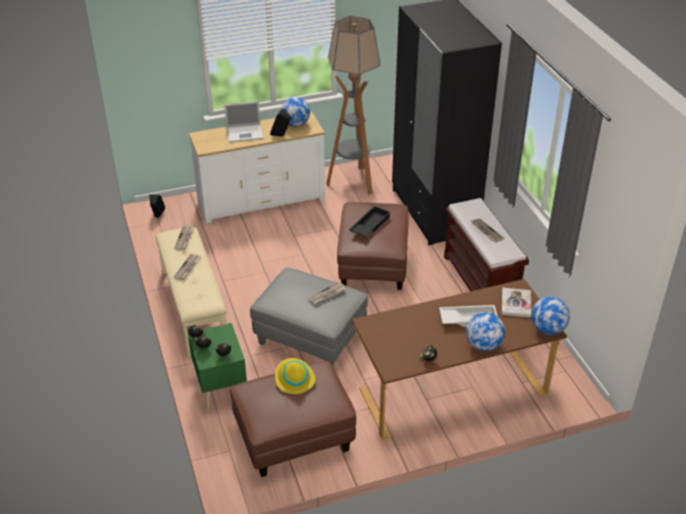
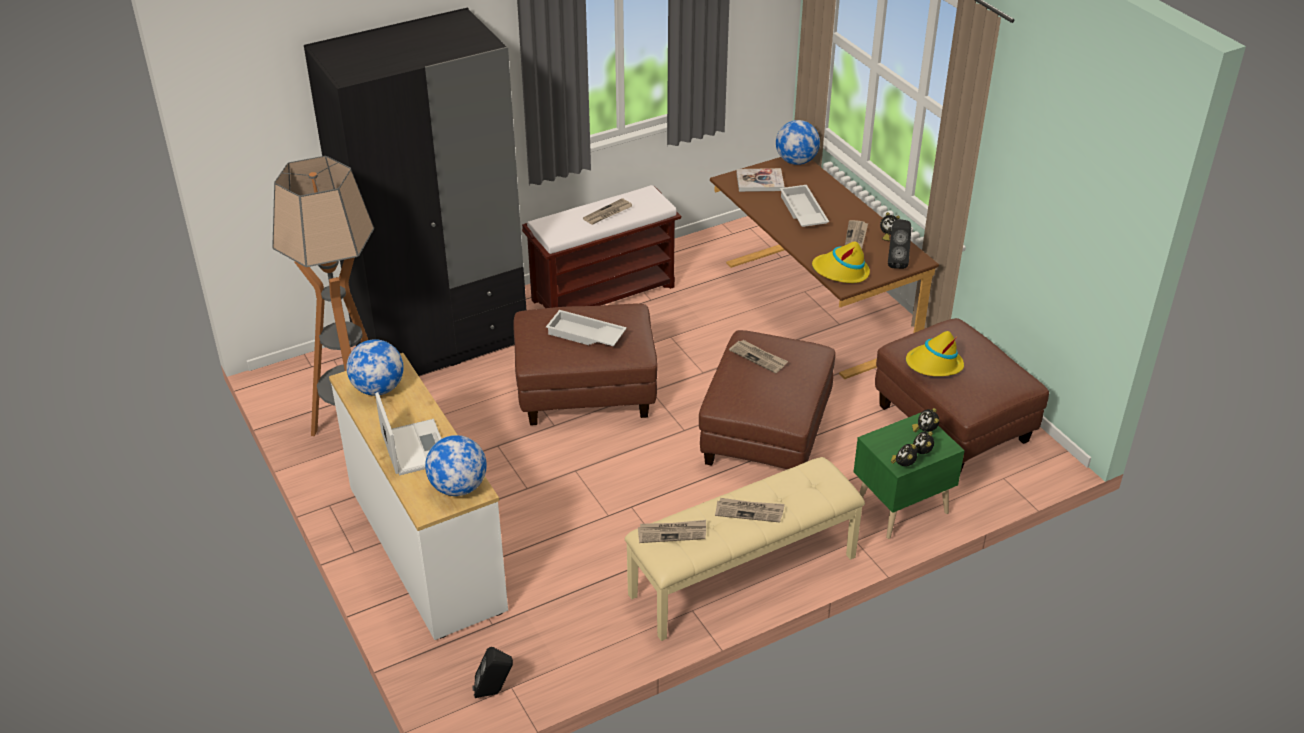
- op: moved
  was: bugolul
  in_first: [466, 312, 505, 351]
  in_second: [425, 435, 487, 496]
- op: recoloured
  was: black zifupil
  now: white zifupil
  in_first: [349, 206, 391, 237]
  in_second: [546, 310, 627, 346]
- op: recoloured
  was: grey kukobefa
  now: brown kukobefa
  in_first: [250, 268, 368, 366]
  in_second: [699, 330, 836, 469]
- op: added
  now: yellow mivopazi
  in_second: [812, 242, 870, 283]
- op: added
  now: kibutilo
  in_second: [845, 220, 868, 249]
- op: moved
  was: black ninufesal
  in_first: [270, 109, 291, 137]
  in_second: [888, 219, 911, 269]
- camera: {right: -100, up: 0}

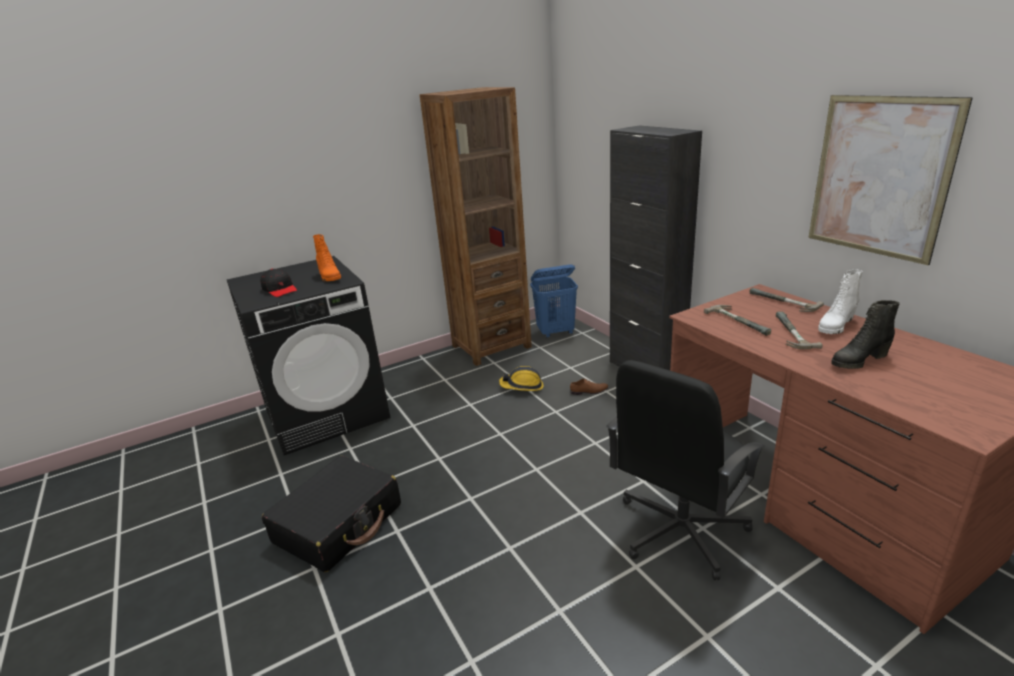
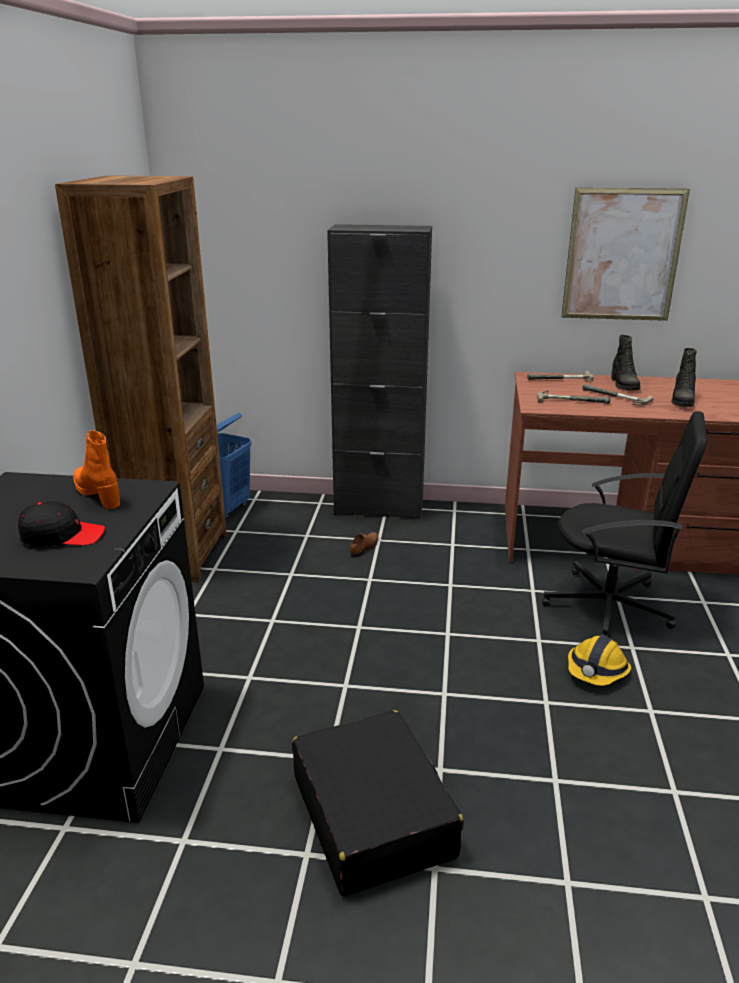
- op: turned
  was: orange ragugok
  in_first: [313, 234, 341, 281]
  in_second: [73, 430, 120, 509]
  clockwise: -135
- op: turned
  was: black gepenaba
  in_first: [607, 360, 765, 580]
  in_second: [542, 411, 707, 637]
  clockwise: -60
- op: moved
  was: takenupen
  in_first: [499, 366, 544, 391]
  in_second: [568, 636, 631, 686]
- op: recoloured
  was: white ragugok
  now: black ragugok
  in_first: [818, 270, 863, 334]
  in_second: [611, 335, 640, 390]
- camera: {right: -55, up: 0}

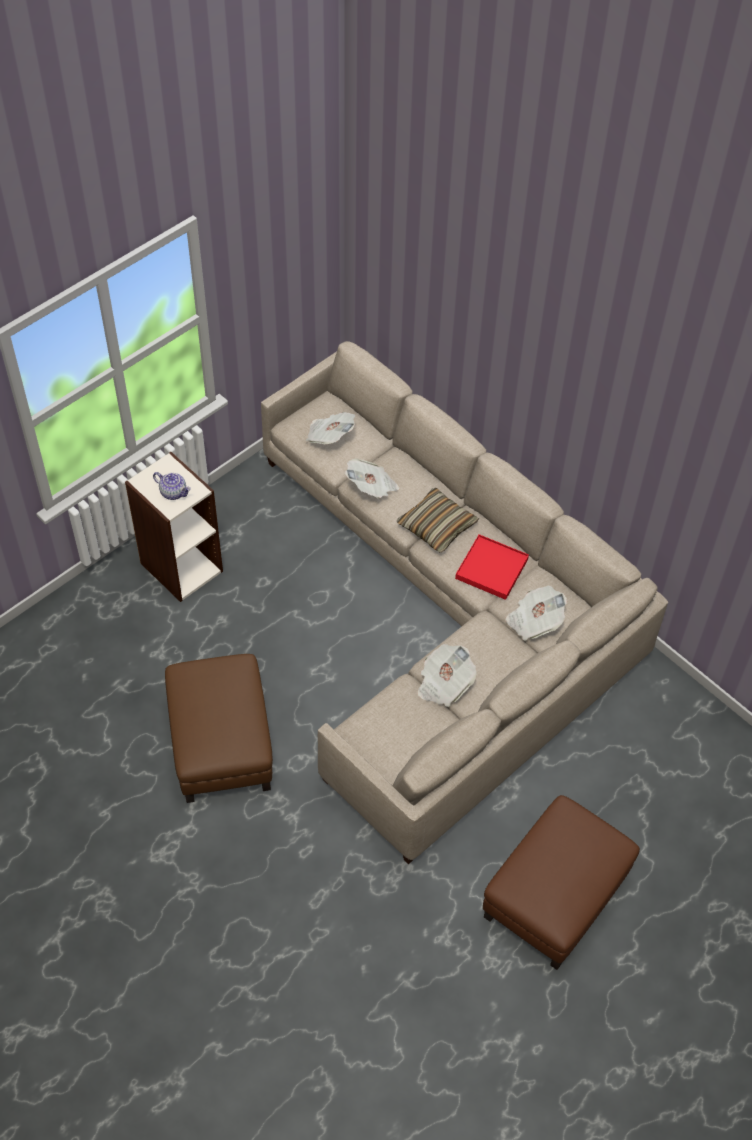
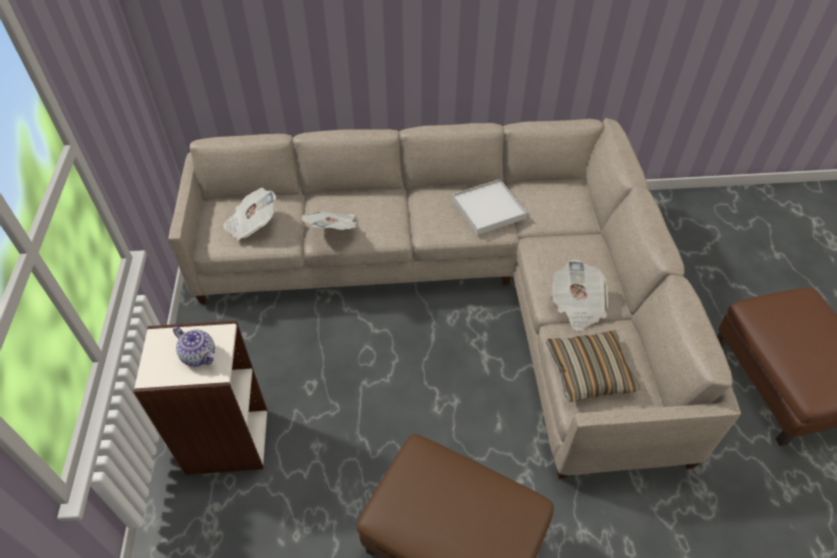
- op: turned
  was: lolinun
  in_first: [153, 472, 191, 500]
  in_second: [173, 327, 215, 367]
  clockwise: 60
- op: recoloured
  was: red zifupil
  now: white zifupil
  in_first: [455, 534, 529, 600]
  in_second: [452, 179, 527, 235]
- op: moved
  was: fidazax
  in_first: [397, 488, 479, 553]
  in_second: [546, 330, 640, 402]
- op: removed
  was: kibutilo
  in_first: [506, 586, 568, 641]
- camera: {right: -50, up: -5}

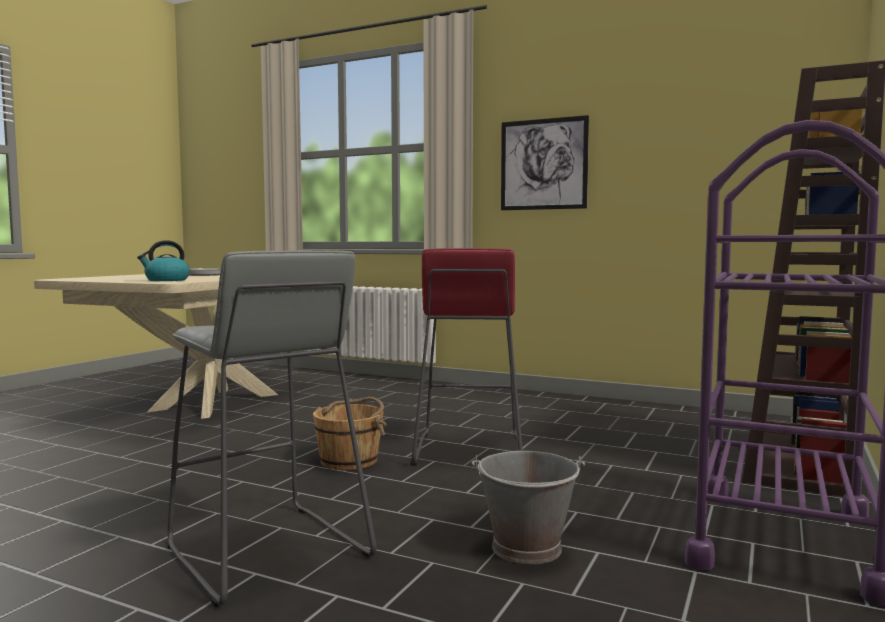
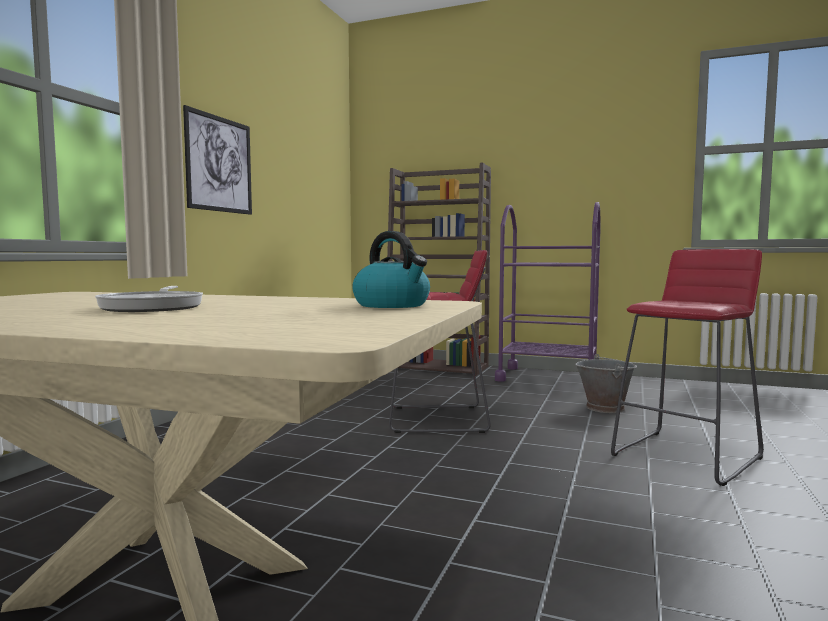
- op: recoloured
  was: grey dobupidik
  now: red dobupidik
  in_first: [167, 250, 376, 607]
  in_second: [611, 249, 763, 486]
- op: removed
  was: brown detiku
  in_first: [313, 397, 387, 470]
- camera: {right: -95, up: 0}

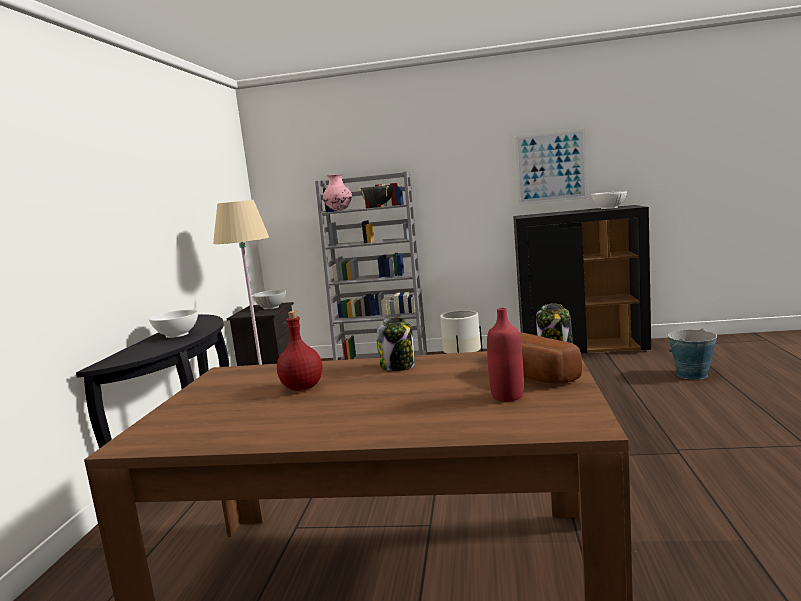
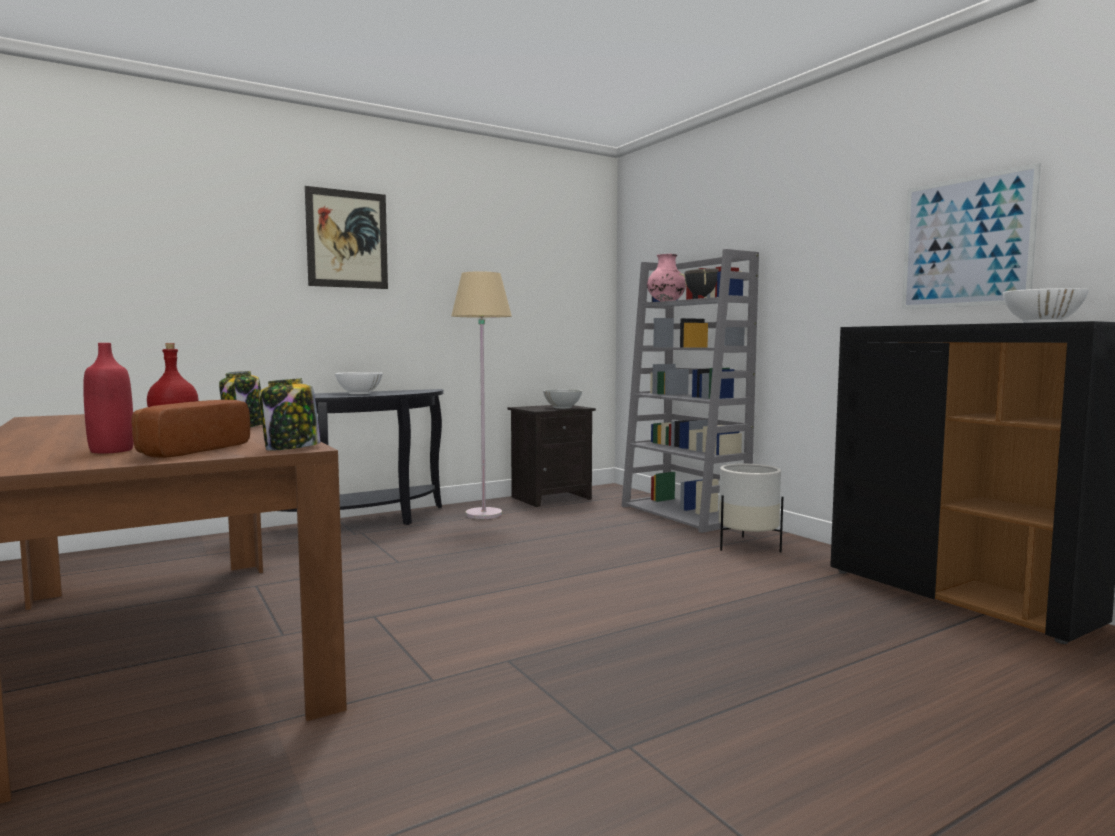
- op: added
  now: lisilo
  in_second: [305, 186, 388, 289]
- op: removed
  was: detiku
  in_first: [668, 329, 717, 380]
- camera: {right: 50, up: -5}

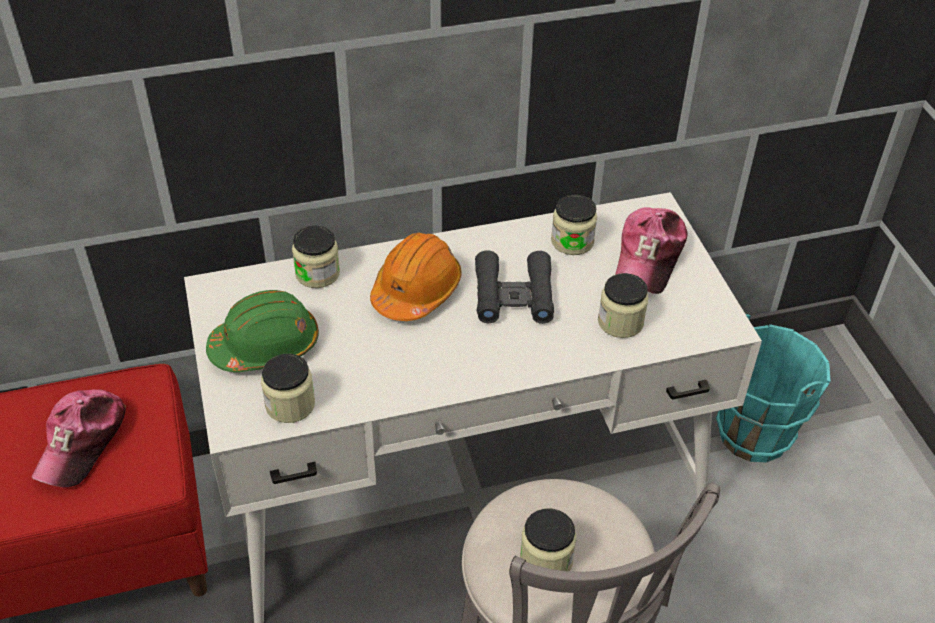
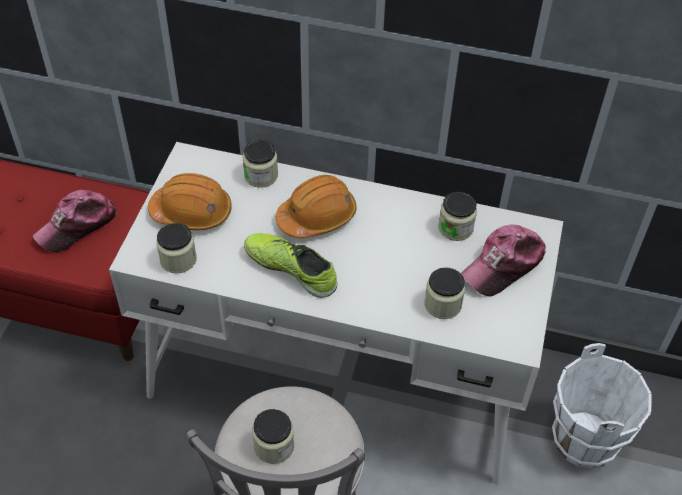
- op: recoloured
  was: green takenupen
  now: orange takenupen
  in_first: [206, 290, 319, 372]
  in_second: [148, 173, 232, 230]
- op: added
  now: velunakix
  in_second: [244, 233, 338, 298]
- op: recoloured
  was: turquoise detiku
  now: white detiku
  in_first: [716, 314, 830, 462]
  in_second: [552, 343, 652, 468]
- op: removed
  was: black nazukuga
  in_first: [475, 250, 554, 324]
- camera: {right: 30, up: 5}

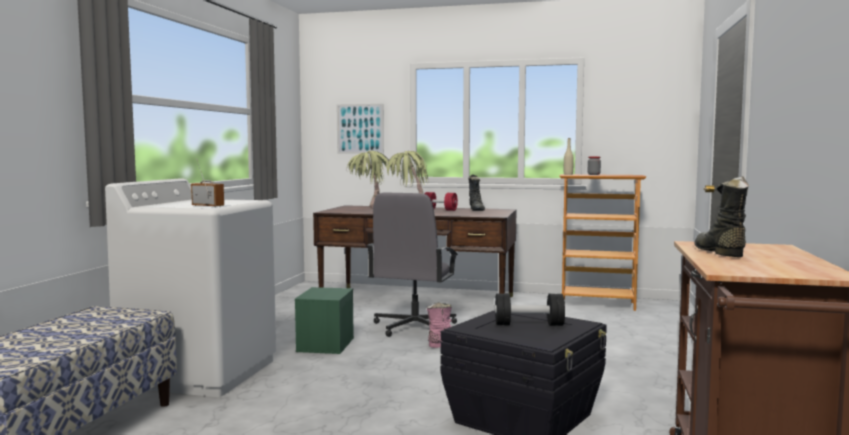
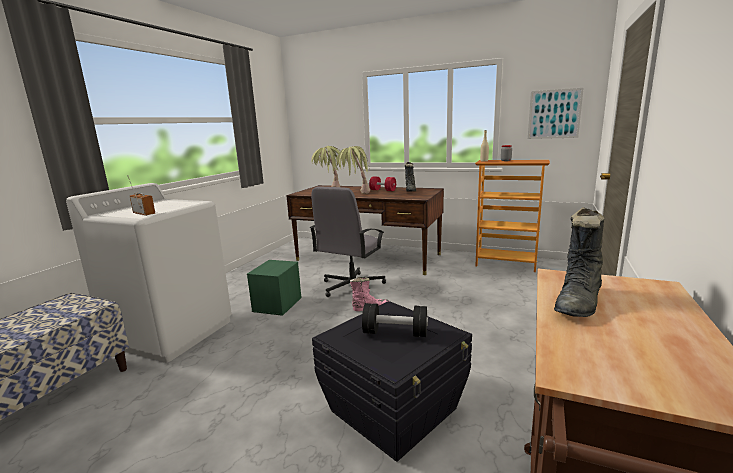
- op: moved
  was: lisilo
  in_first: [337, 104, 384, 154]
  in_second: [528, 88, 584, 139]
- op: turned
  was: black ragugok
  in_first: [694, 176, 749, 257]
  in_second: [554, 207, 604, 317]
  clockwise: -150
- camera: {right: 10, up: 10}

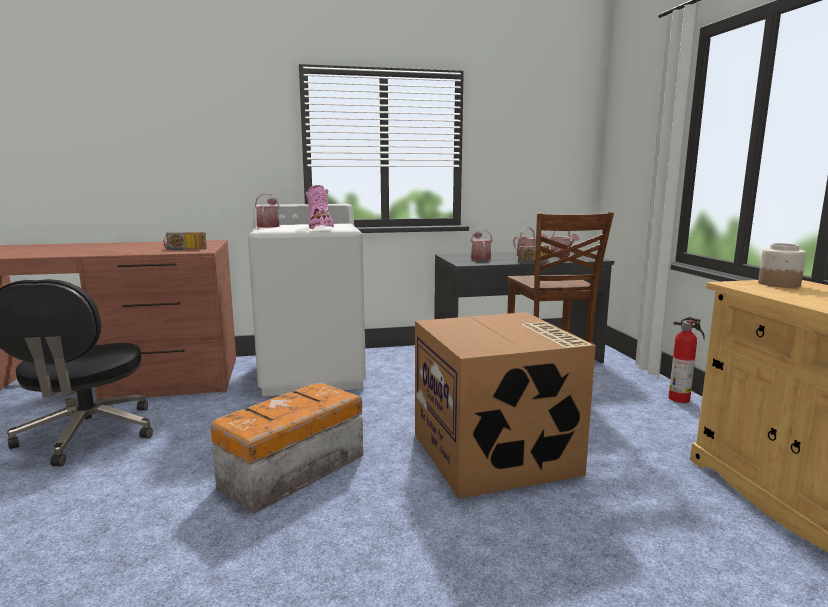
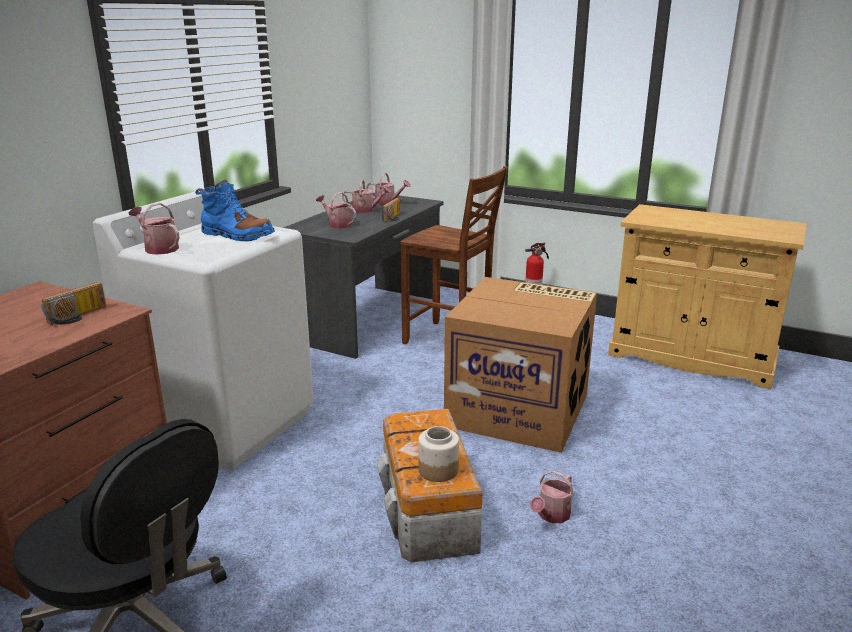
- op: recoloured
  was: pink ragugok
  now: blue ragugok
  in_first: [306, 185, 334, 229]
  in_second: [195, 180, 275, 242]
- op: moved
  was: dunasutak
  in_first: [758, 243, 806, 288]
  in_second: [418, 426, 459, 482]
- op: added
  now: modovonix
  in_second: [530, 470, 574, 523]
- camera: {right: -50, up: 10}

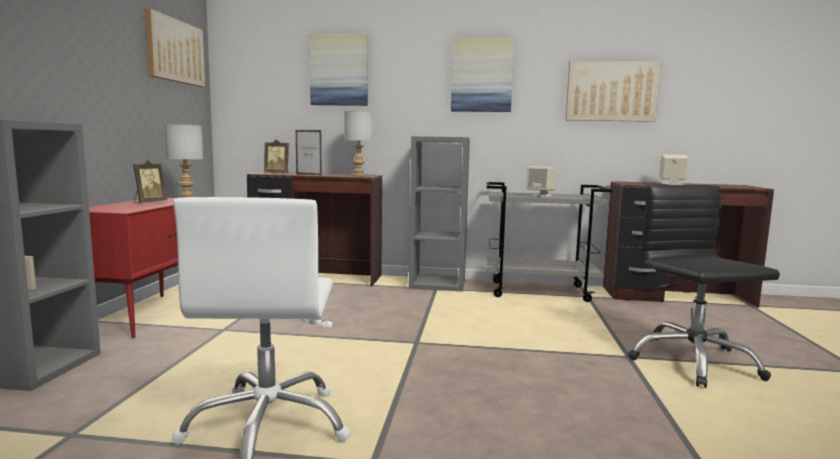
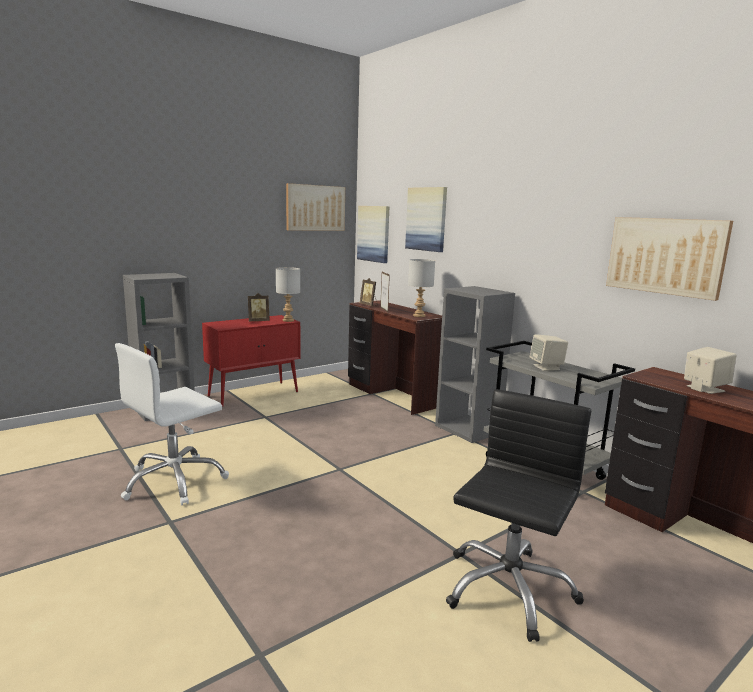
- op: moved
  was: lisilo
  in_first: [451, 38, 514, 112]
  in_second: [357, 206, 389, 263]
- camera: {right: 45, up: 5}

